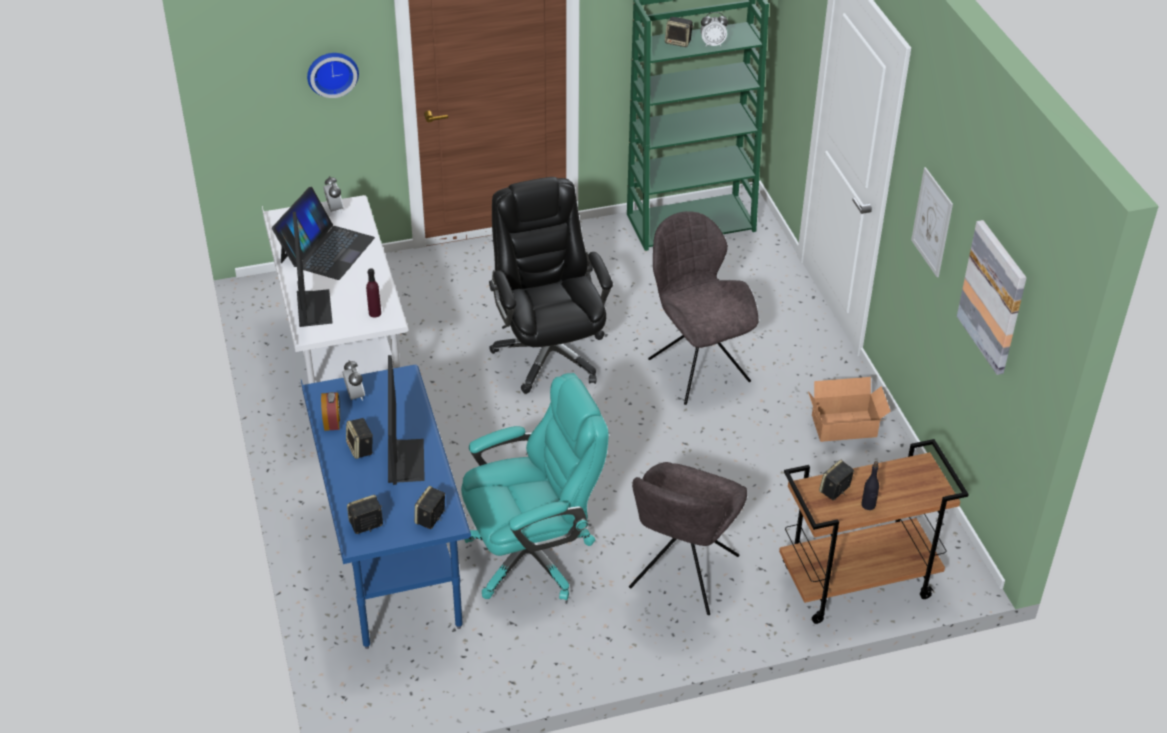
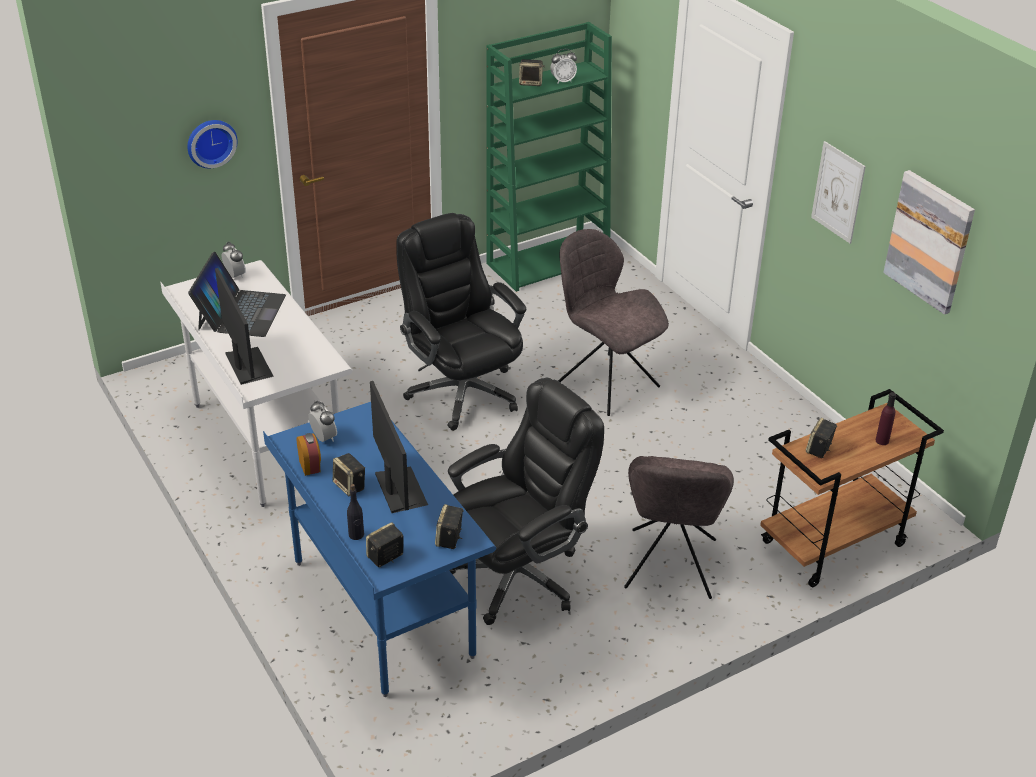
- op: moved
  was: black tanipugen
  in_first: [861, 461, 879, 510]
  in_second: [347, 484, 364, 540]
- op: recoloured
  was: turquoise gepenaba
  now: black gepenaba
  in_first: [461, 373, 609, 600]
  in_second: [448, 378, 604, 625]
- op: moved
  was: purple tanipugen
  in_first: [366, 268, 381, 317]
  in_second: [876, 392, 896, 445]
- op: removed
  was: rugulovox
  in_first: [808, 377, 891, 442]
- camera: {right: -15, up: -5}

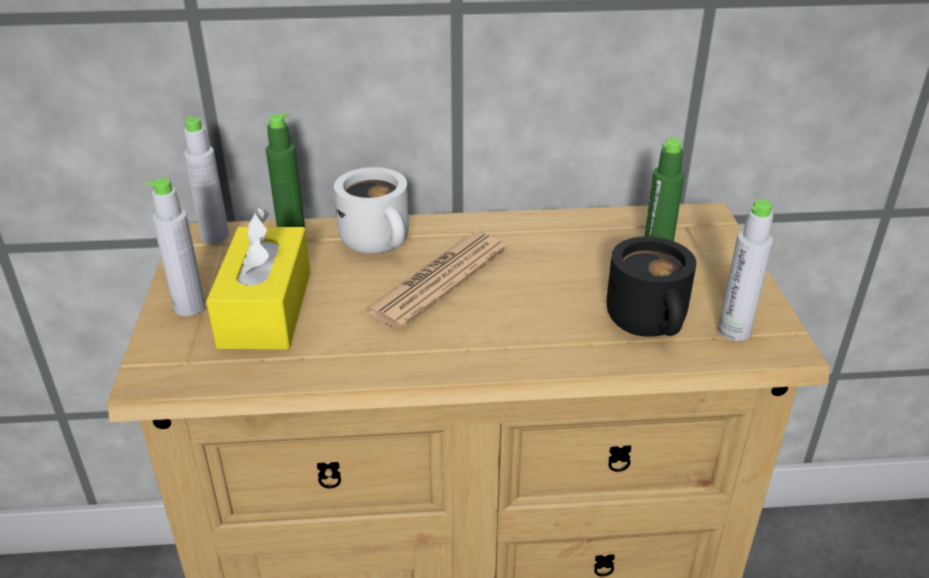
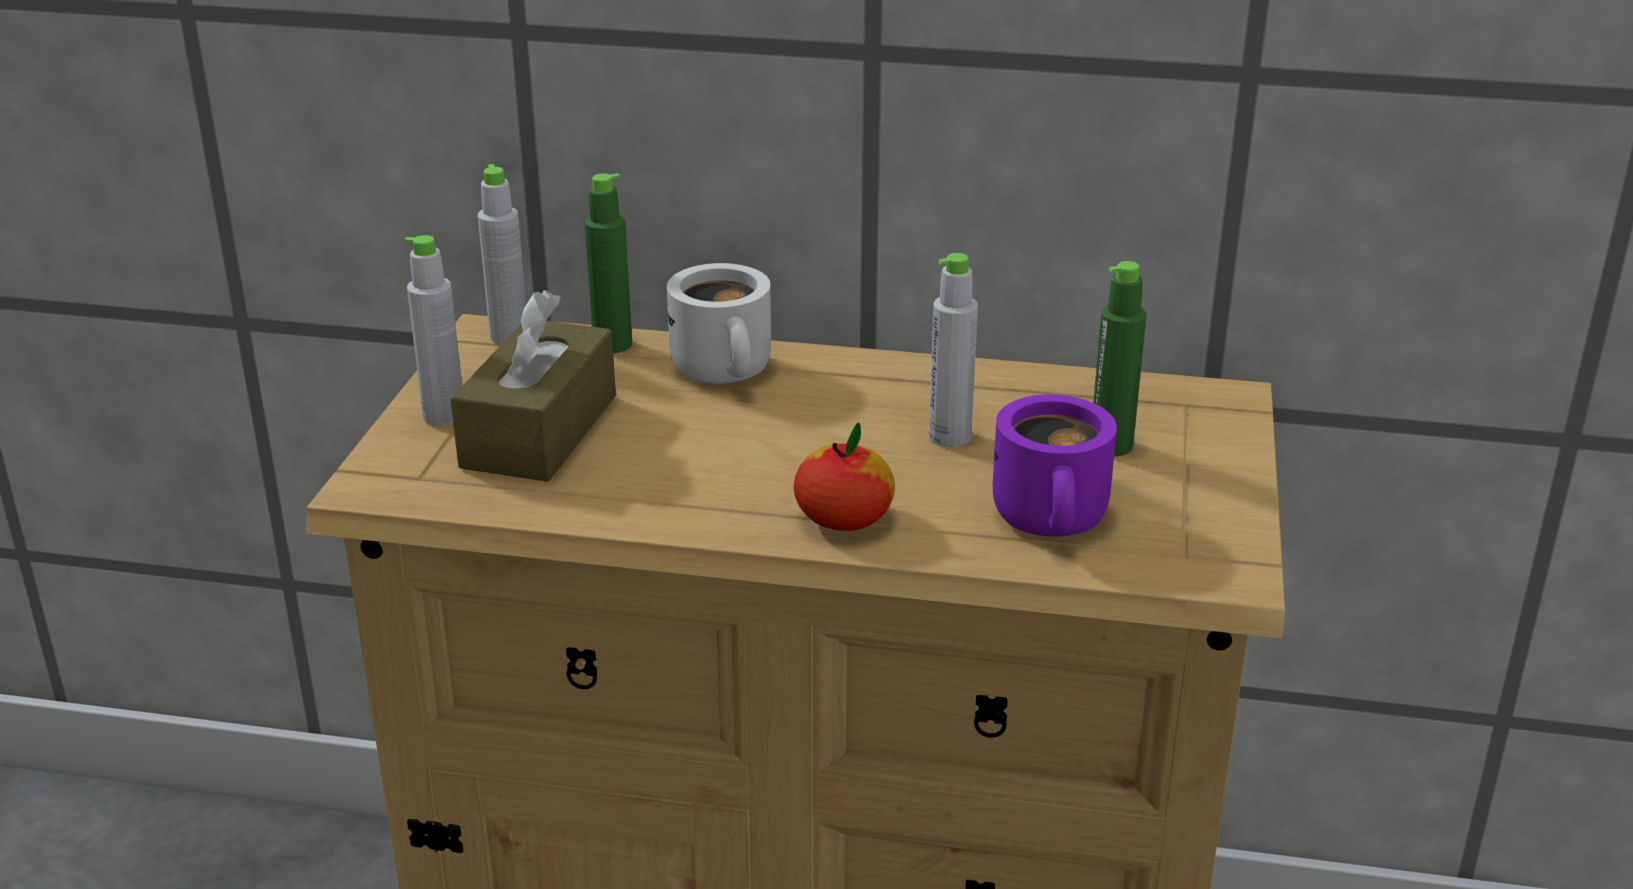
- op: recoloured
  was: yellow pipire
  now: brown pipire
  in_first: [206, 207, 310, 350]
  in_second: [450, 290, 616, 482]
- op: added
  now: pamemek
  in_second: [794, 423, 895, 531]
- op: moved
  was: grey tanipugen
  in_first: [718, 199, 773, 341]
  in_second: [929, 253, 978, 447]
- op: recoloured
  was: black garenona
  now: purple garenona
  in_first: [607, 236, 696, 337]
  in_second: [993, 394, 1117, 536]
- op: removed
  was: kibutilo
  in_first: [362, 233, 507, 330]
- camera: {right: 15, up: -5}

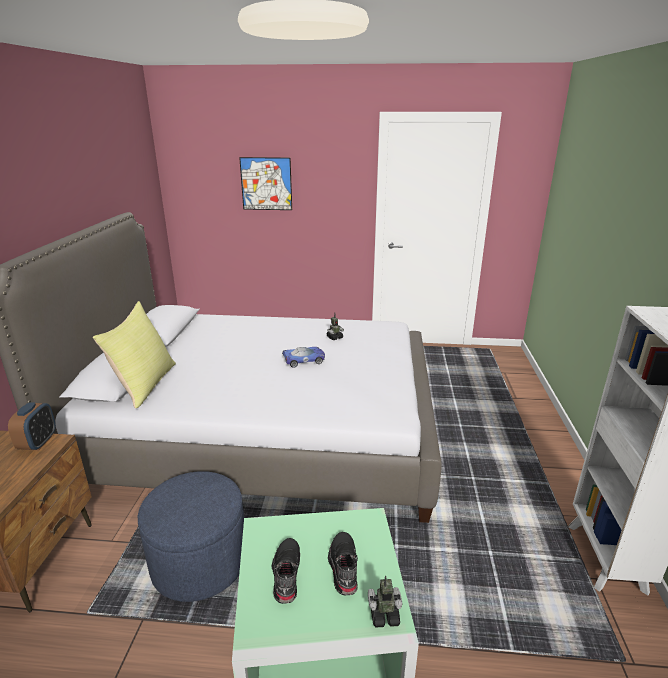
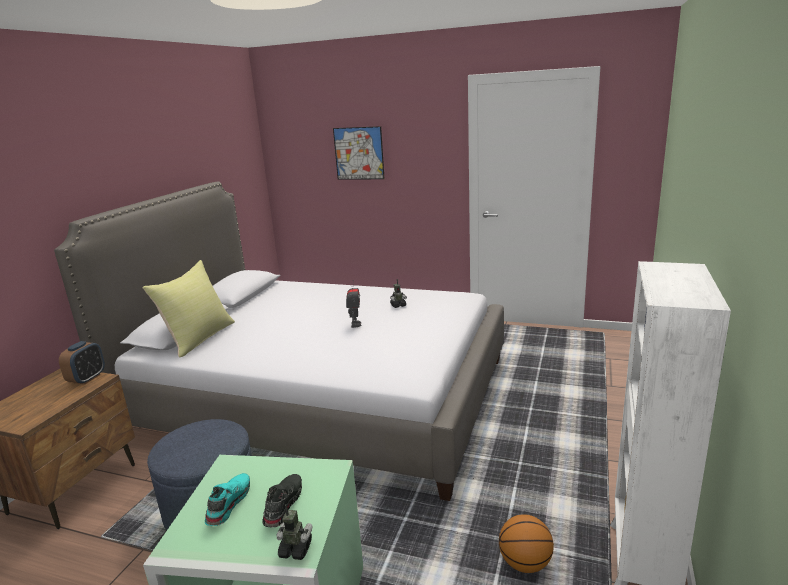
- op: recoloured
  was: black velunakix
  now: turquoise velunakix
  in_first: [272, 538, 300, 604]
  in_second: [205, 473, 250, 526]
- op: replaced
  was: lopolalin
  now: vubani
  in_first: [282, 347, 325, 368]
  in_second: [346, 280, 361, 328]
- op: added
  now: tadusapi
  in_second: [499, 514, 554, 573]
- camera: {right: 15, up: -5}

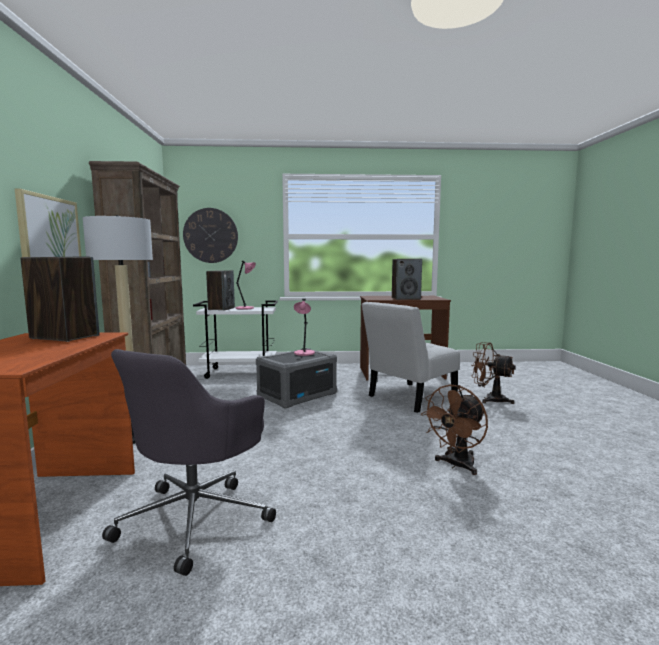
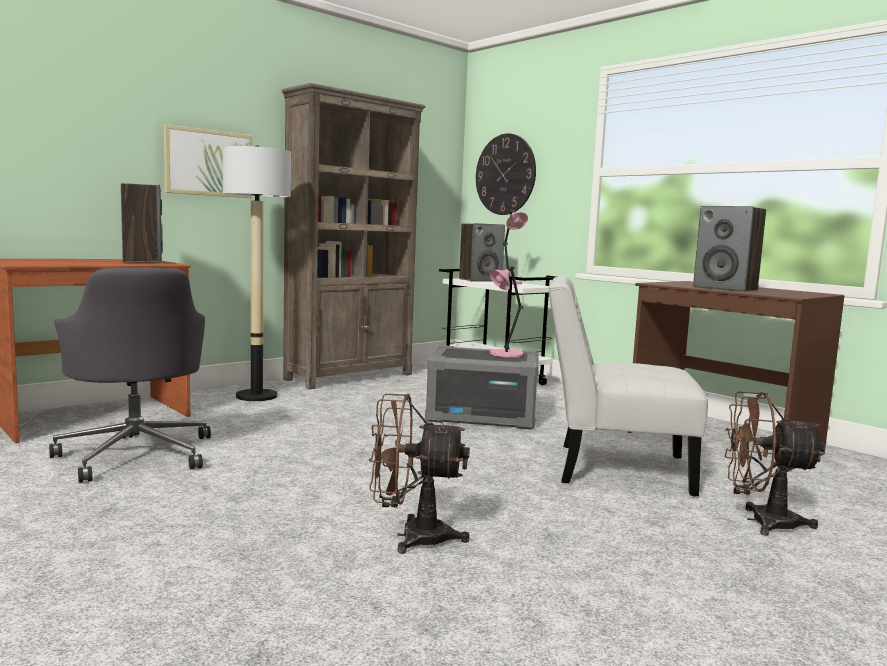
- op: turned
  was: grey gepenaba
  in_first: [102, 349, 276, 576]
  in_second: [49, 268, 211, 483]
  clockwise: -105
- op: turned
  was: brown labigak
  in_first: [472, 342, 515, 404]
  in_second: [725, 392, 825, 536]
  clockwise: -75
- camera: {right: 50, up: 0}

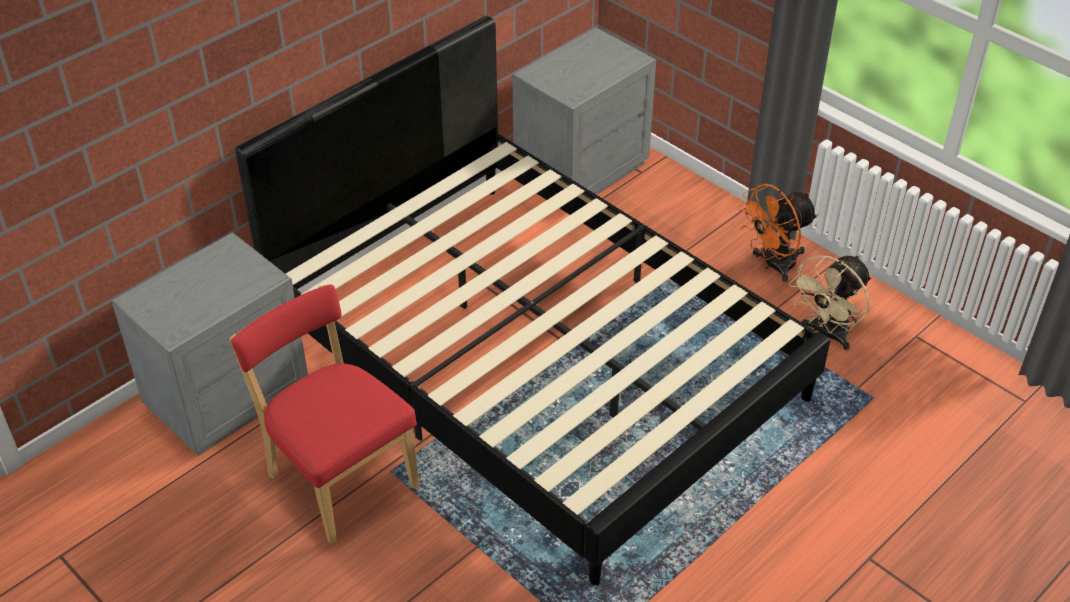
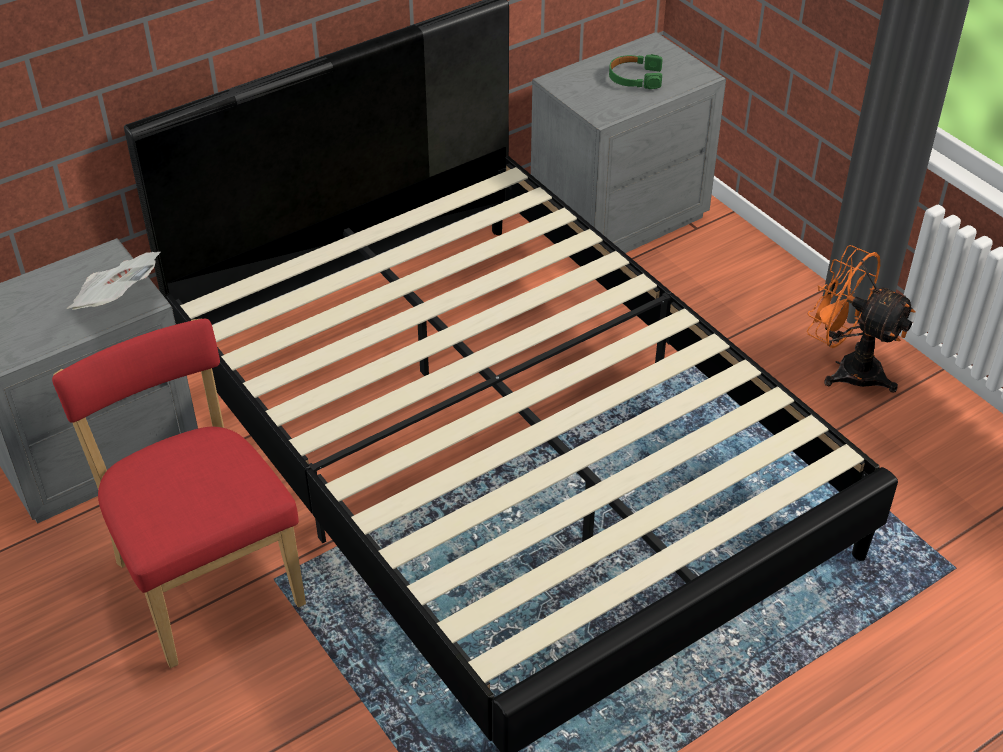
- op: added
  now: kibutilo
  in_second: [67, 252, 161, 310]
- op: added
  now: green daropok
  in_second: [609, 54, 663, 89]
- op: turned
  was: orange labigak
  in_first: [738, 184, 818, 282]
  in_second: [807, 245, 916, 393]
  clockwise: 60
- op: removed
  was: beige labigak
  in_first: [789, 255, 872, 350]
- camera: {right: 10, up: 0}

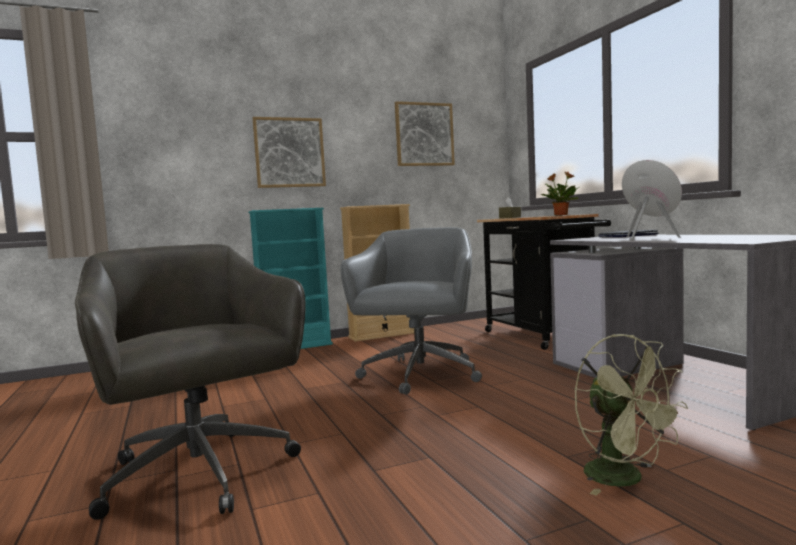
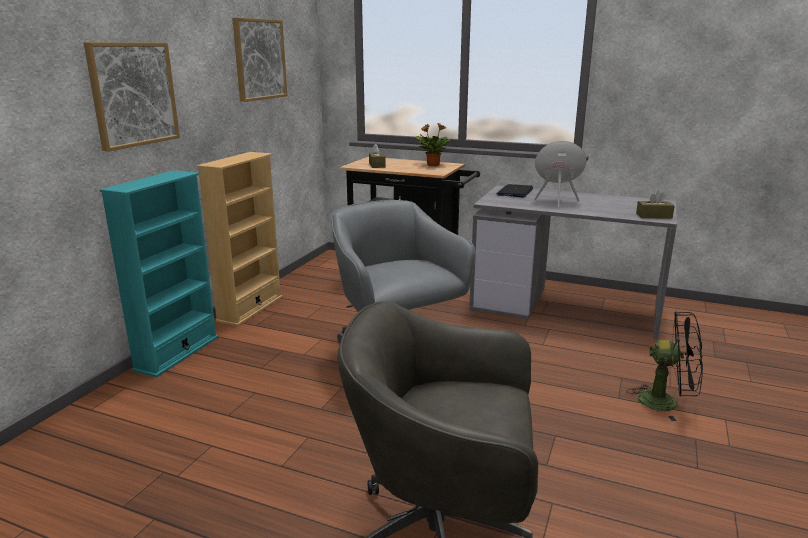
- op: recoloured
  was: green labigak
  now: black labigak
  in_first: [575, 334, 688, 496]
  in_second: [628, 312, 703, 421]
- op: added
  now: brown pipire
  in_second: [636, 190, 675, 219]
- camera: {right: -45, up: 15}

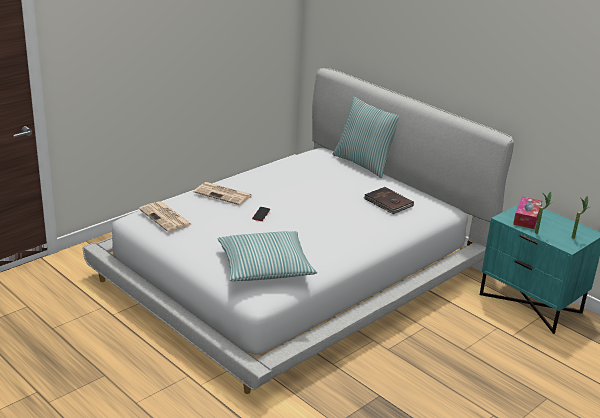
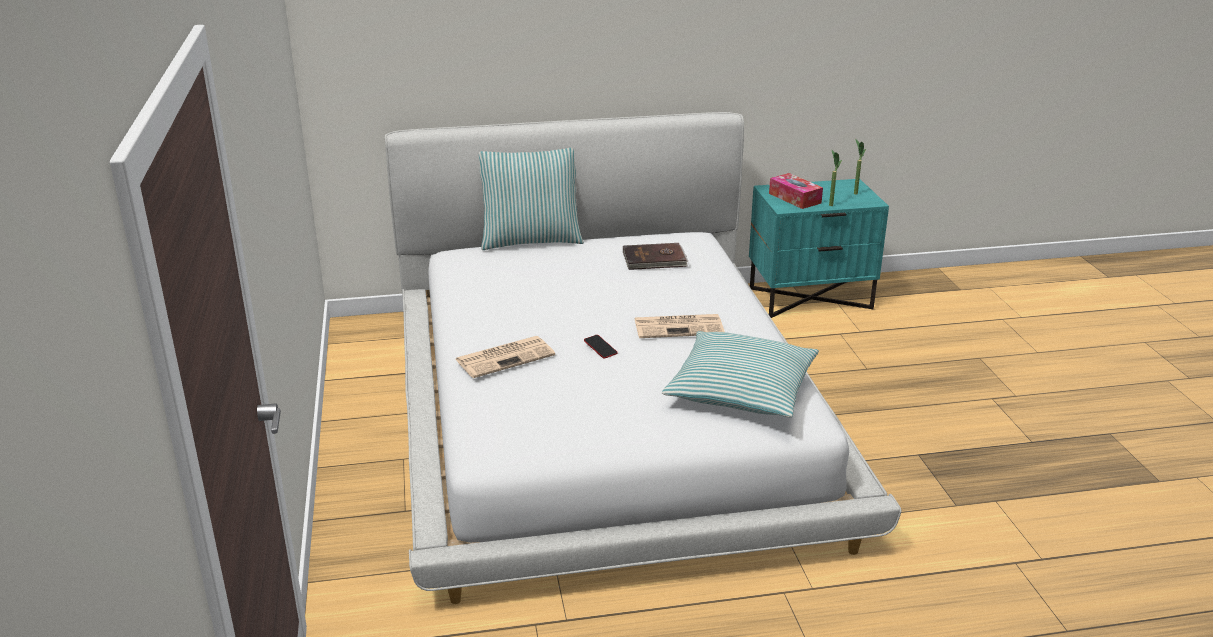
- op: moved
  was: kibutilo
  in_first: [139, 201, 192, 232]
  in_second: [635, 314, 725, 338]
- camera: {right: -55, up: 0}

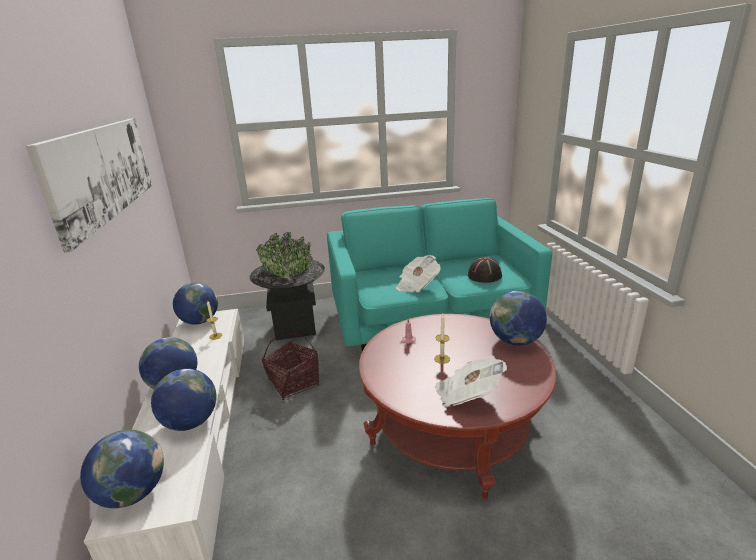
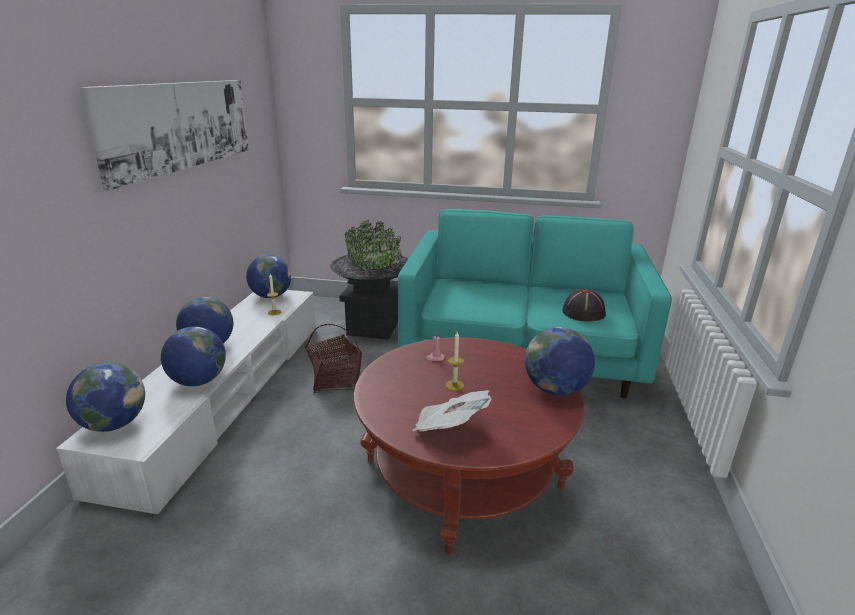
- op: removed
  was: kibutilo
  in_first: [396, 255, 441, 292]
- camera: {right: 20, up: 0}

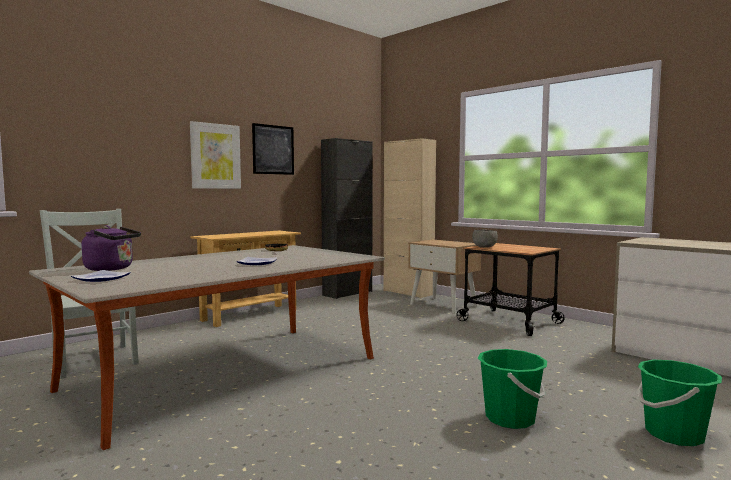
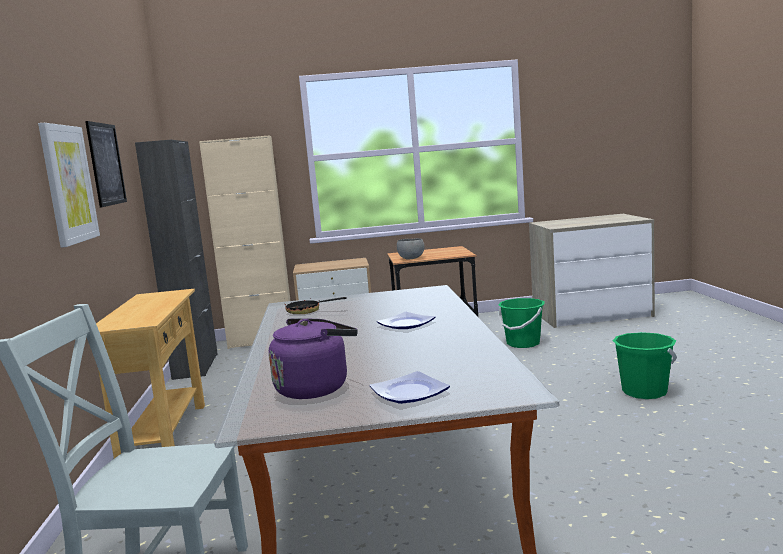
- op: moved
  was: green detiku
  in_first: [637, 360, 722, 446]
  in_second: [498, 298, 545, 348]
- camera: {right: -50, up: 5}

